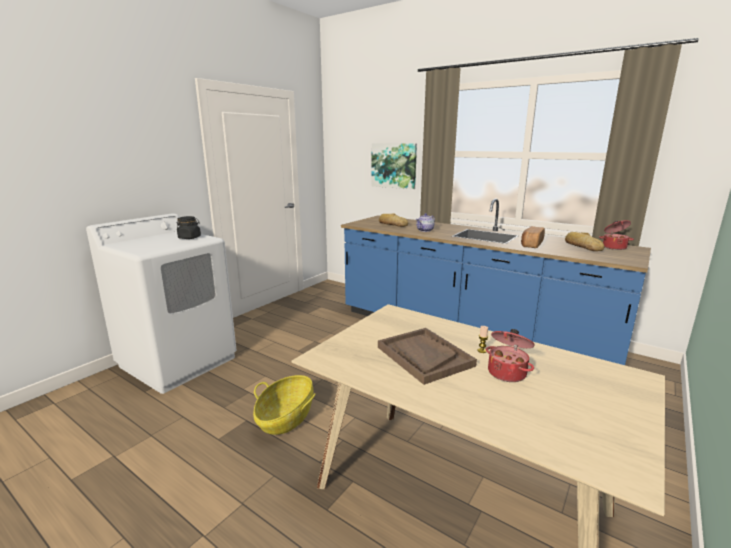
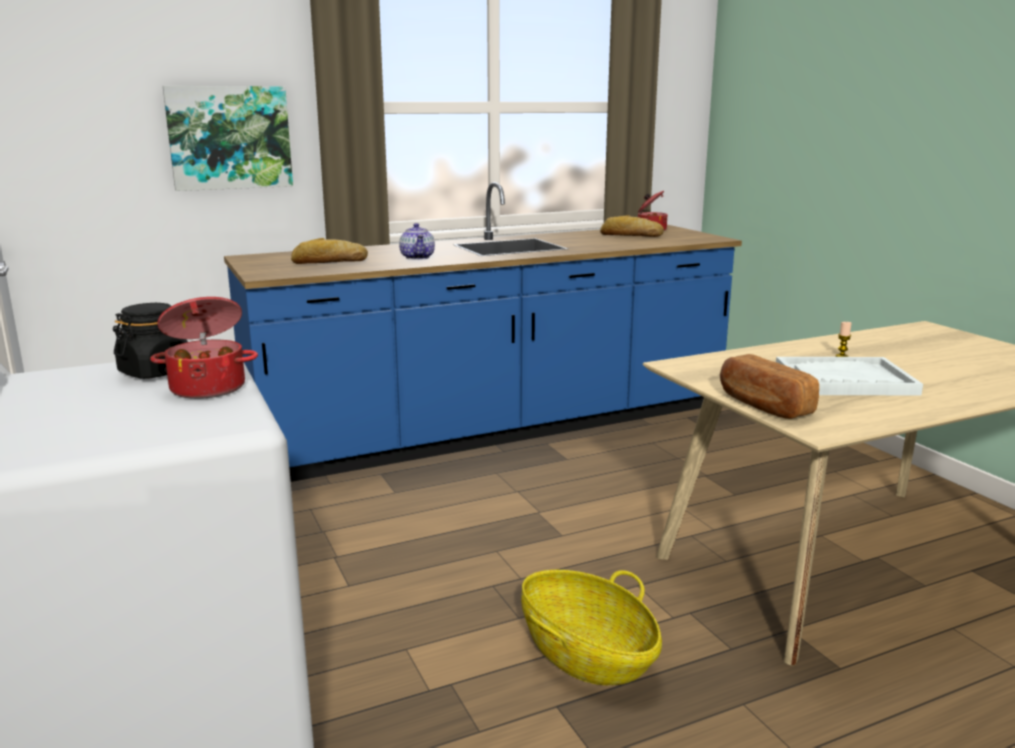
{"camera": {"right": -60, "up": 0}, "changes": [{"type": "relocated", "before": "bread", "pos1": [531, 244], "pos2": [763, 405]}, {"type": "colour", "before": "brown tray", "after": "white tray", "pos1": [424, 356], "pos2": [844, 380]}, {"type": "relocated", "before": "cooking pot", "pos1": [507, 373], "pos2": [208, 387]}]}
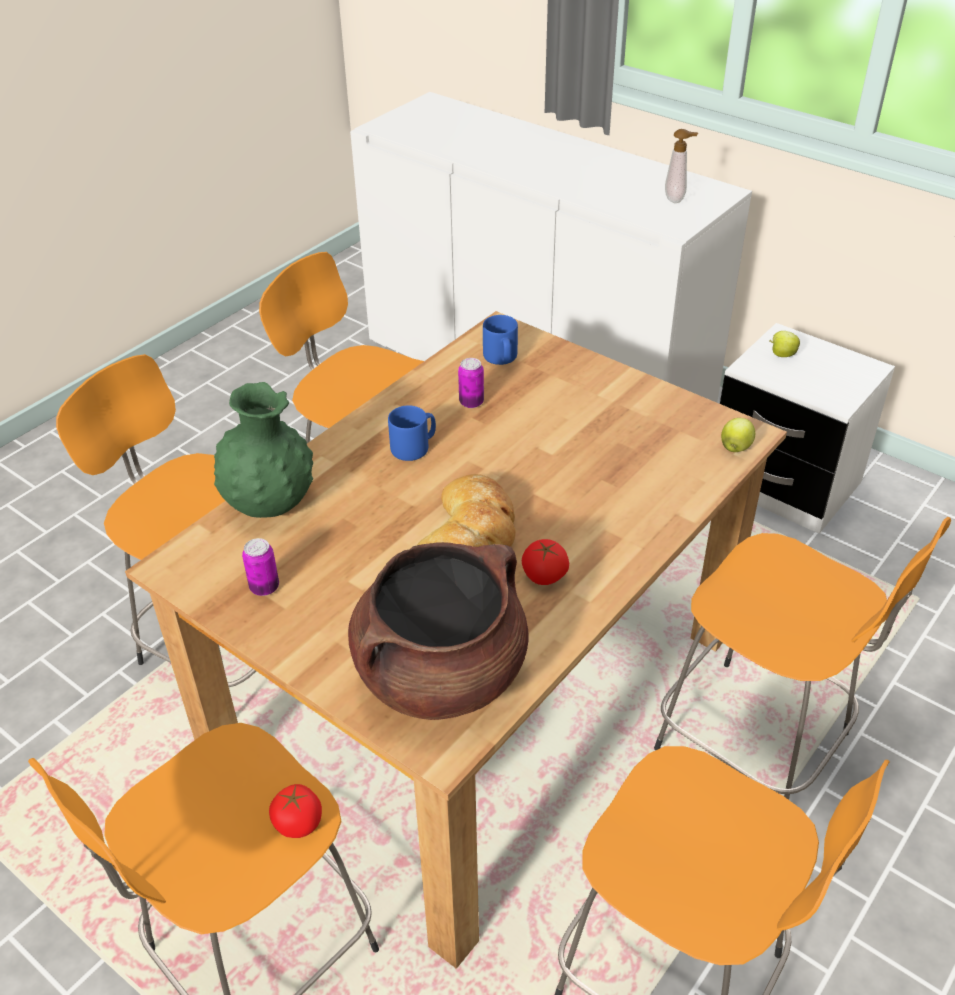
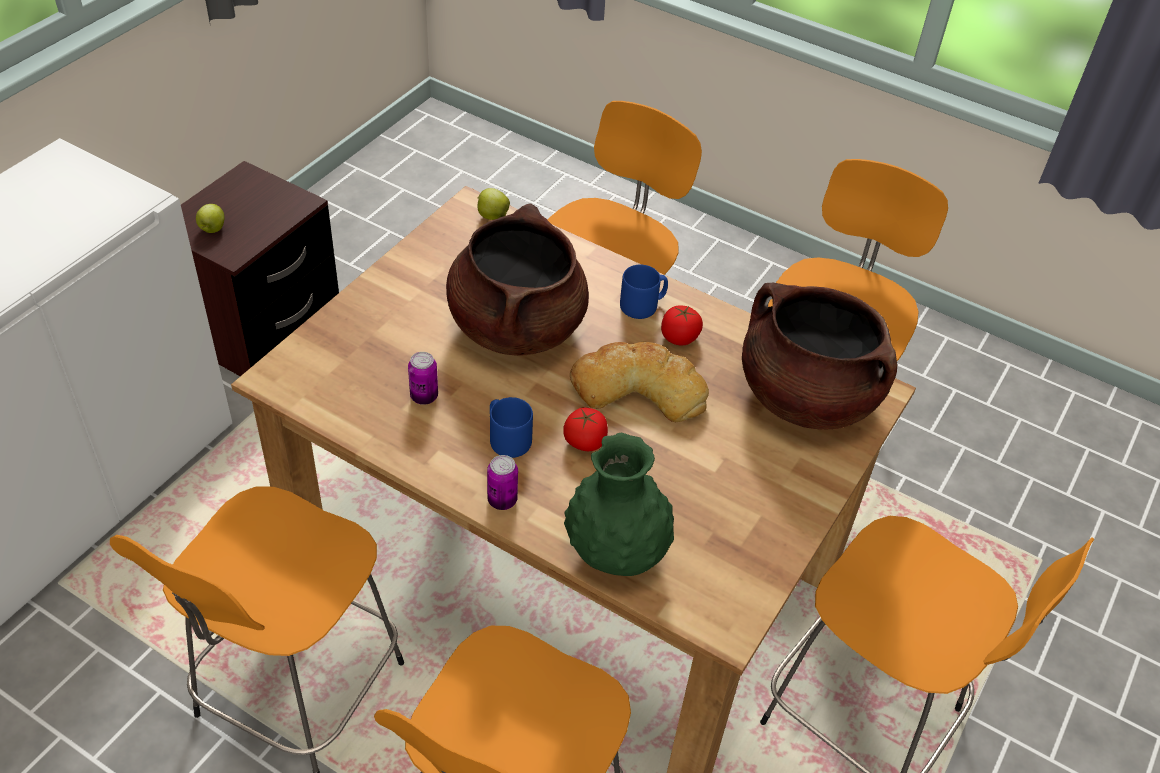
{"camera": {"right": -100, "up": 5}, "changes": [{"type": "missing", "before": "soap dispenser", "pos1": [676, 199]}, {"type": "relocated", "before": "blue mug", "pos1": [501, 358], "pos2": [643, 306]}, {"type": "colour", "before": "white nightstand", "after": "brown nightstand", "pos1": [784, 483], "pos2": [260, 327]}, {"type": "relocated", "before": "can", "pos1": [264, 587], "pos2": [502, 500]}, {"type": "relocated", "before": "tomato", "pos1": [298, 823], "pos2": [585, 441]}, {"type": "appeared", "after": "brown cooking pot", "pos2": [516, 326]}]}
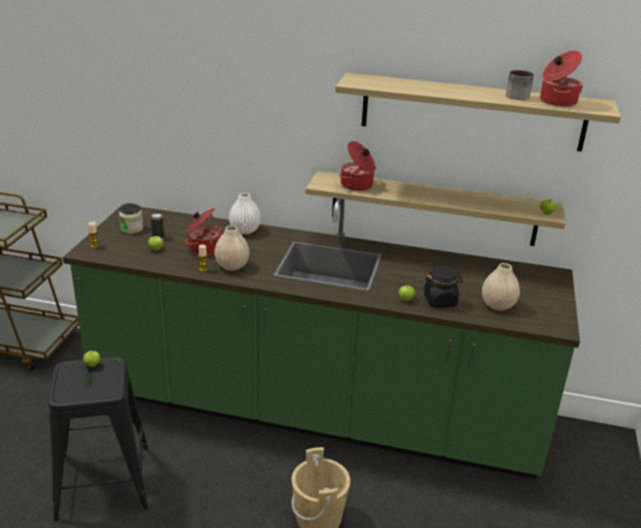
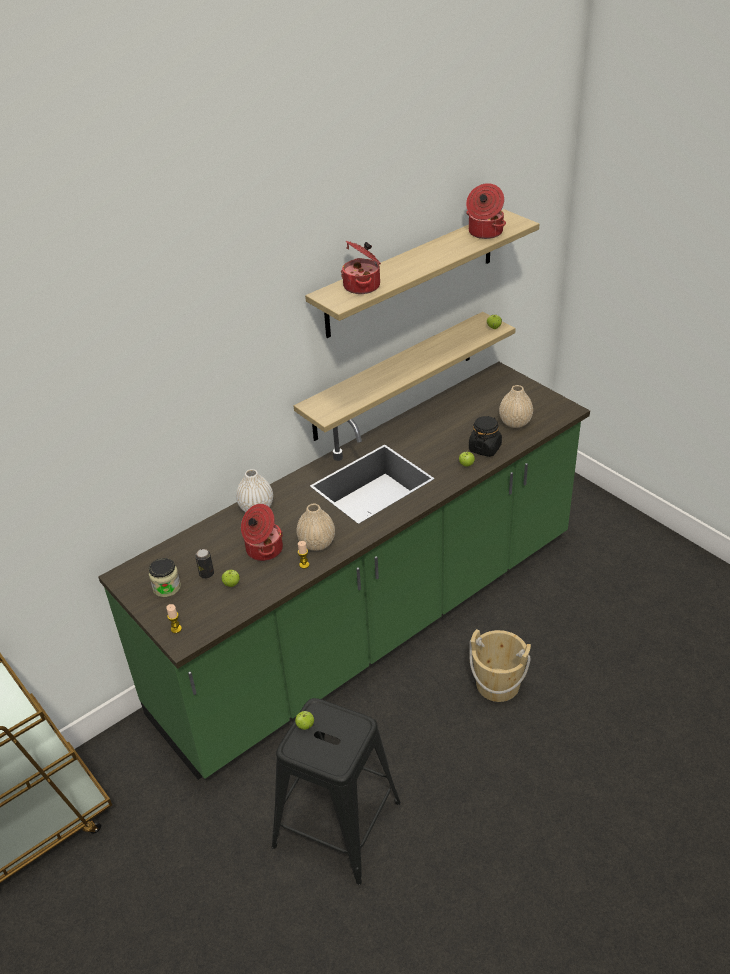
{"camera": {"right": -50, "up": 10}, "changes": [{"type": "missing", "before": "mug", "pos1": [514, 95]}, {"type": "relocated", "before": "cooking pot", "pos1": [357, 185], "pos2": [363, 286]}]}
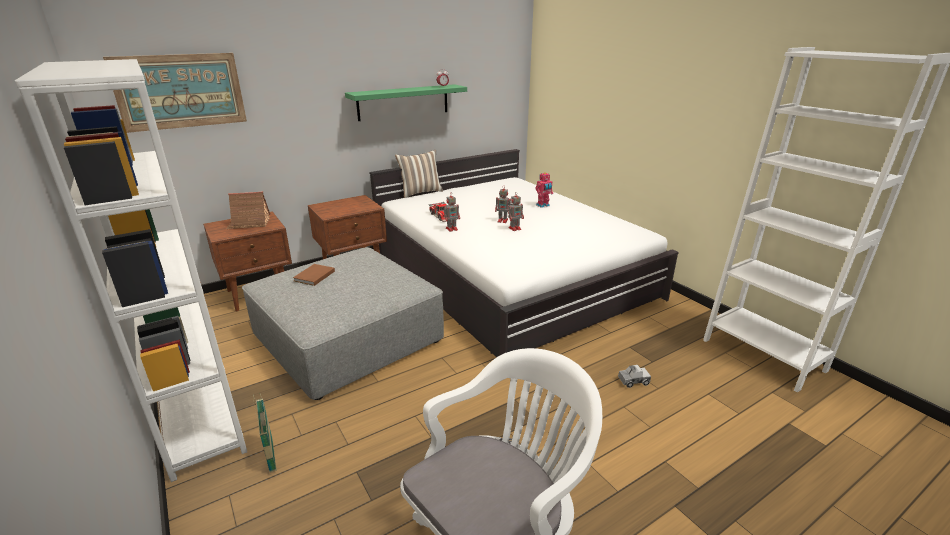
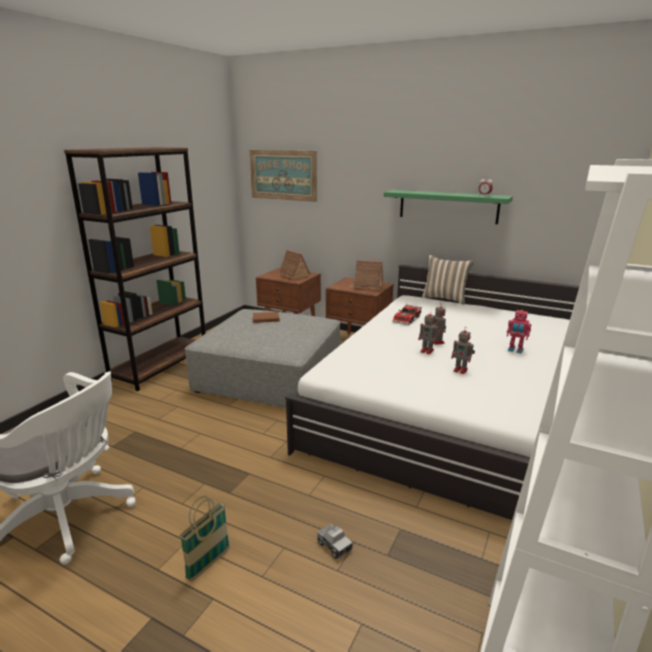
{"camera": {"right": 60, "up": -5}, "changes": [{"type": "colour", "before": "white bookcase", "after": "brown bookcase", "pos1": [199, 415], "pos2": [161, 365]}, {"type": "relocated", "before": "toy robot", "pos1": [452, 229], "pos2": [461, 370]}, {"type": "relocated", "before": "basket", "pos1": [271, 456], "pos2": [208, 564]}, {"type": "appeared", "after": "toy house", "pos2": [366, 286]}]}
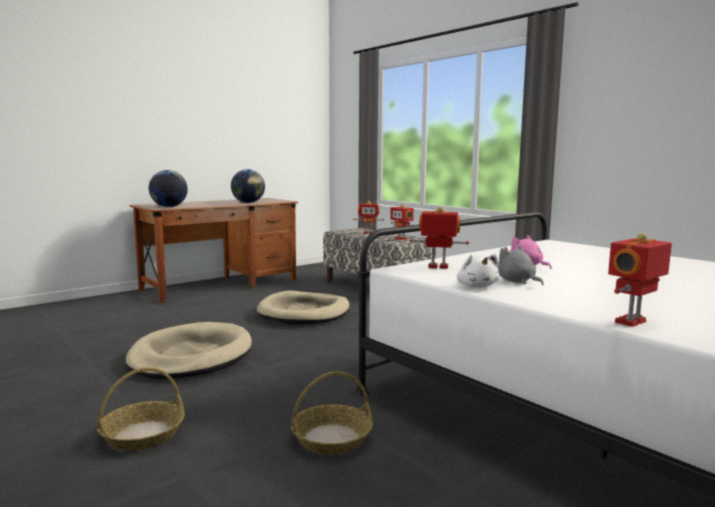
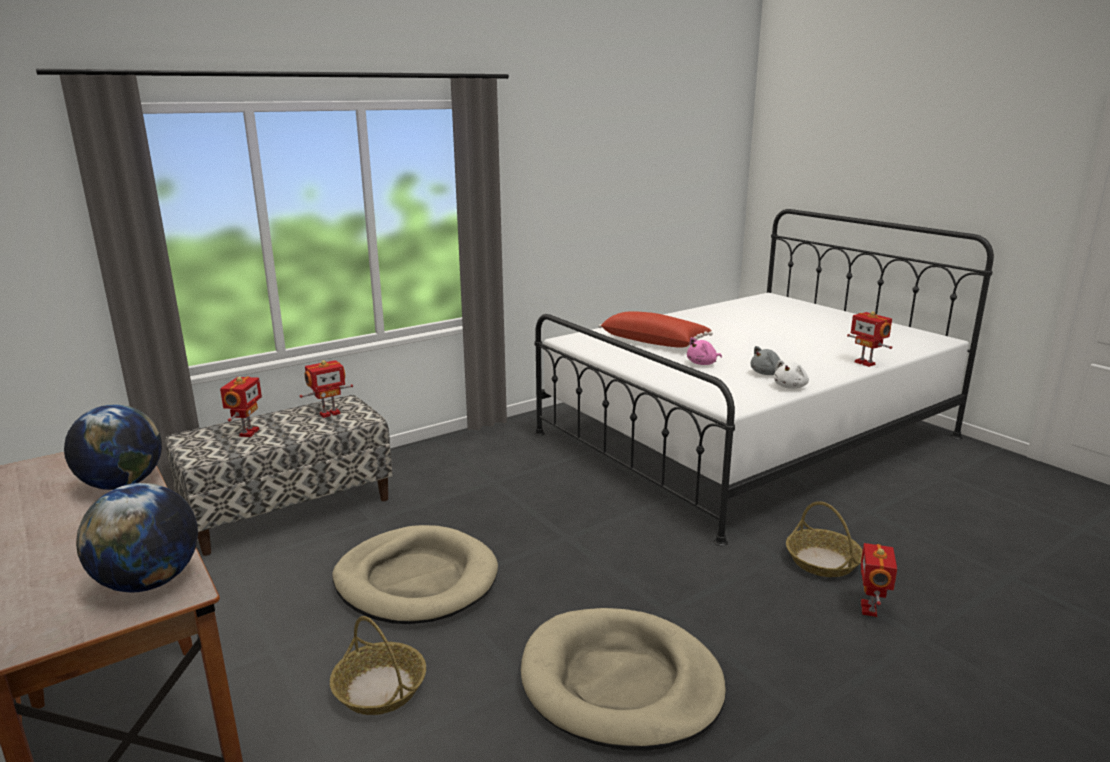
{"camera": {"right": -85, "up": 10}, "changes": [{"type": "relocated", "before": "toy robot", "pos1": [438, 267], "pos2": [870, 609]}, {"type": "spun", "before": "white plush toy", "pos1": [476, 286], "pos2": [790, 387], "turn": 135}, {"type": "relocated", "before": "basket", "pos1": [143, 434], "pos2": [379, 688]}, {"type": "appeared", "after": "red pillow", "pos2": [654, 342]}]}
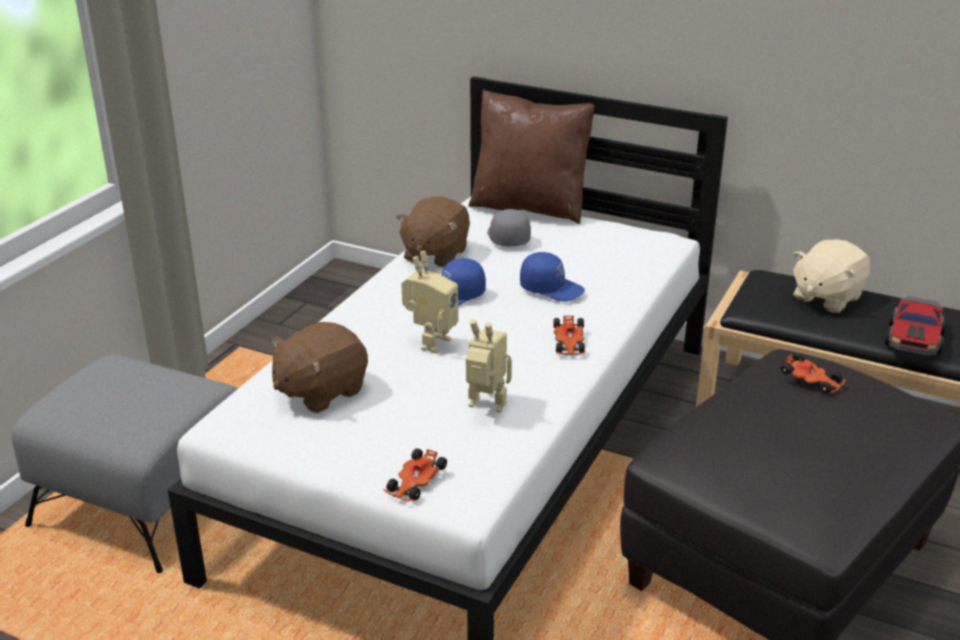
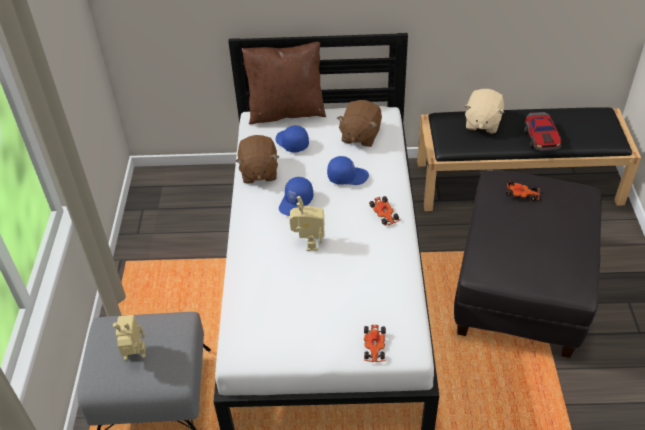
{"camera": {"right": -25, "up": 15}, "changes": [{"type": "colour", "before": "grey cap", "after": "blue cap", "pos1": [507, 237], "pos2": [291, 143]}, {"type": "relocated", "before": "toy robot", "pos1": [485, 407], "pos2": [135, 357]}, {"type": "relocated", "before": "brown plush toy", "pos1": [320, 391], "pos2": [360, 136]}]}
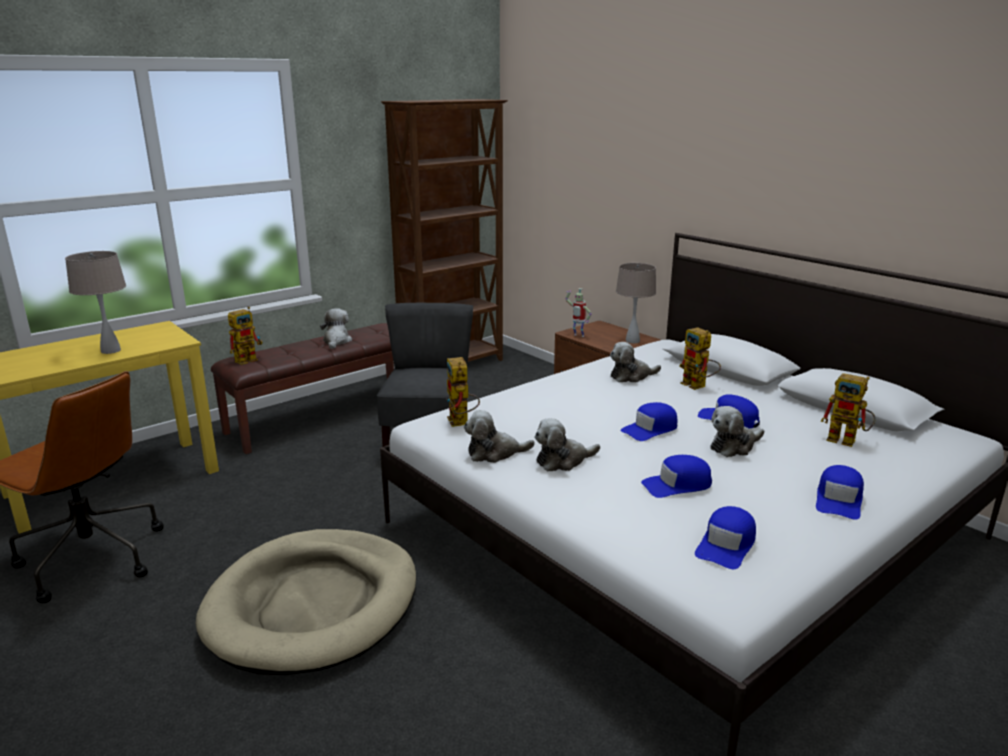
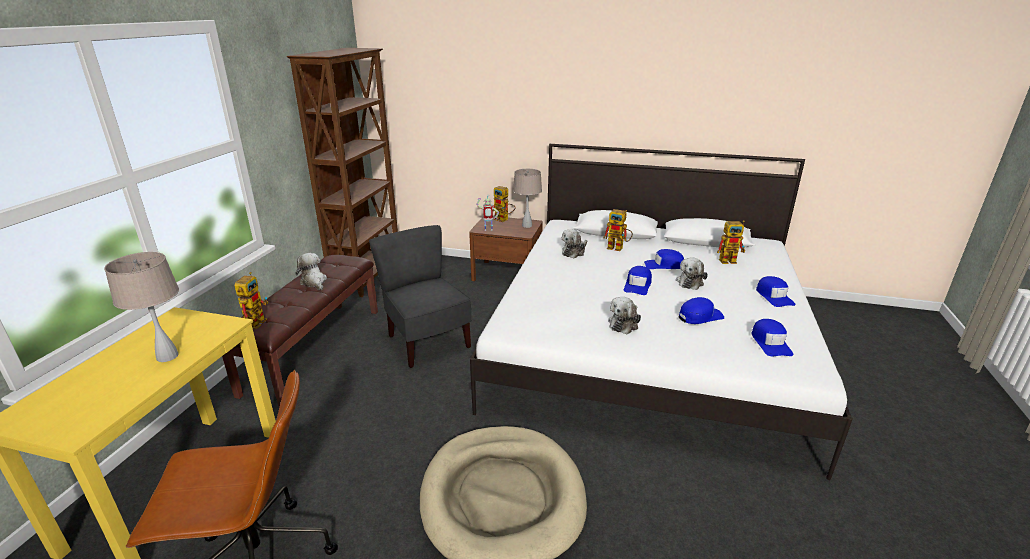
{"camera": {"right": -35, "up": 5}, "changes": [{"type": "relocated", "before": "toy robot", "pos1": [461, 423], "pos2": [504, 220]}, {"type": "missing", "before": "plush toy", "pos1": [494, 453]}, {"type": "spun", "before": "blue cap", "pos1": [677, 485], "pos2": [700, 316], "turn": -150}]}
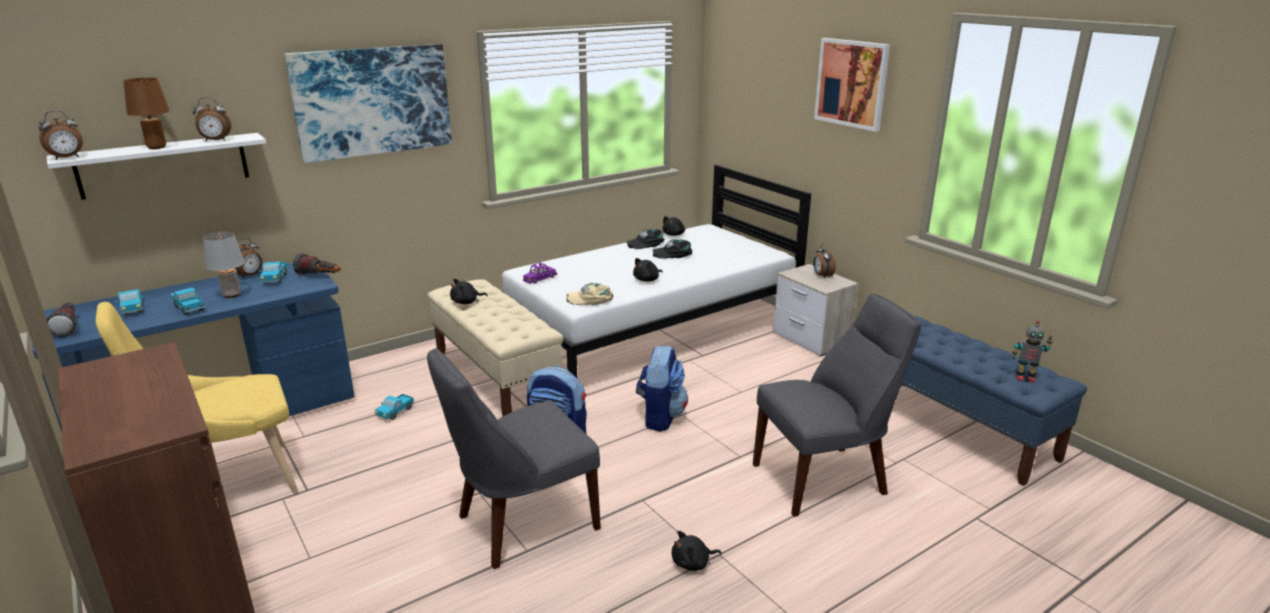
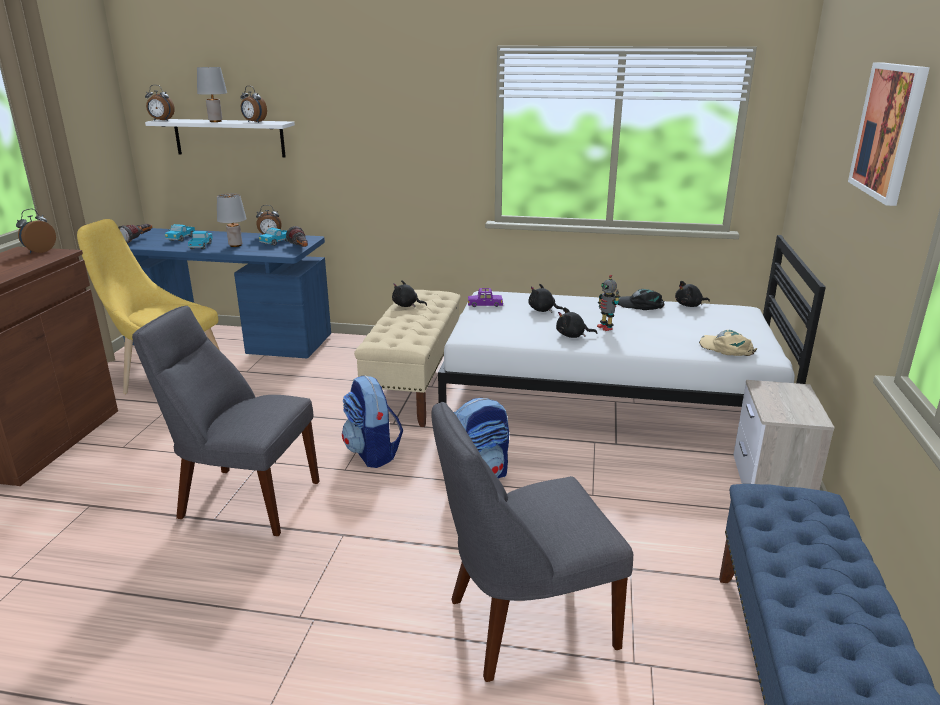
{"camera": {"right": 45, "up": 0}, "changes": [{"type": "missing", "before": "picture", "pos1": [372, 101]}, {"type": "colour", "before": "brown table lamp", "after": "grey table lamp", "pos1": [156, 147], "pos2": [215, 121]}, {"type": "missing", "before": "black cap", "pos1": [673, 254]}, {"type": "relocated", "before": "alarm clock", "pos1": [822, 276], "pos2": [39, 251]}, {"type": "relocated", "before": "beige cap", "pos1": [590, 299], "pos2": [726, 348]}, {"type": "spun", "before": "grey chair", "pos1": [824, 478], "pos2": [524, 624], "turn": 135}, {"type": "relocated", "before": "toy robot", "pos1": [1025, 378], "pos2": [605, 328]}, {"type": "missing", "before": "toy truck", "pos1": [395, 413]}, {"type": "relocated", "before": "black plush toy", "pos1": [693, 563], "pos2": [543, 310]}]}
